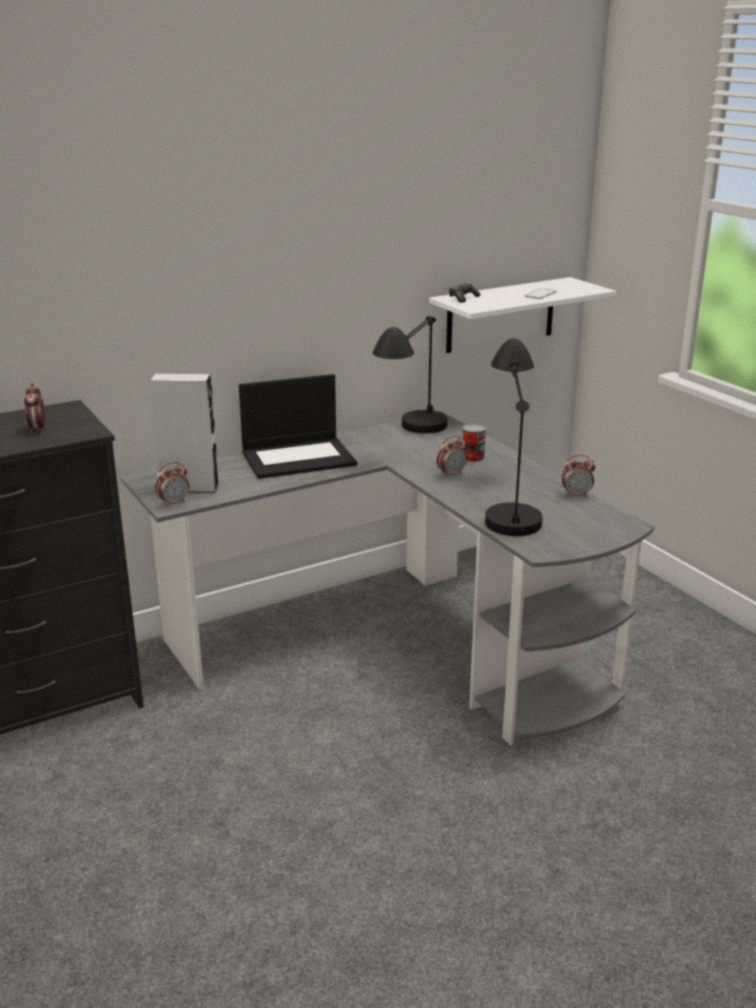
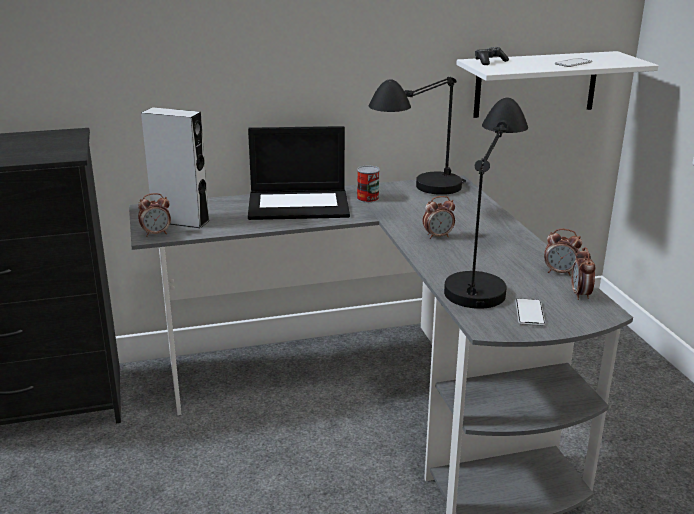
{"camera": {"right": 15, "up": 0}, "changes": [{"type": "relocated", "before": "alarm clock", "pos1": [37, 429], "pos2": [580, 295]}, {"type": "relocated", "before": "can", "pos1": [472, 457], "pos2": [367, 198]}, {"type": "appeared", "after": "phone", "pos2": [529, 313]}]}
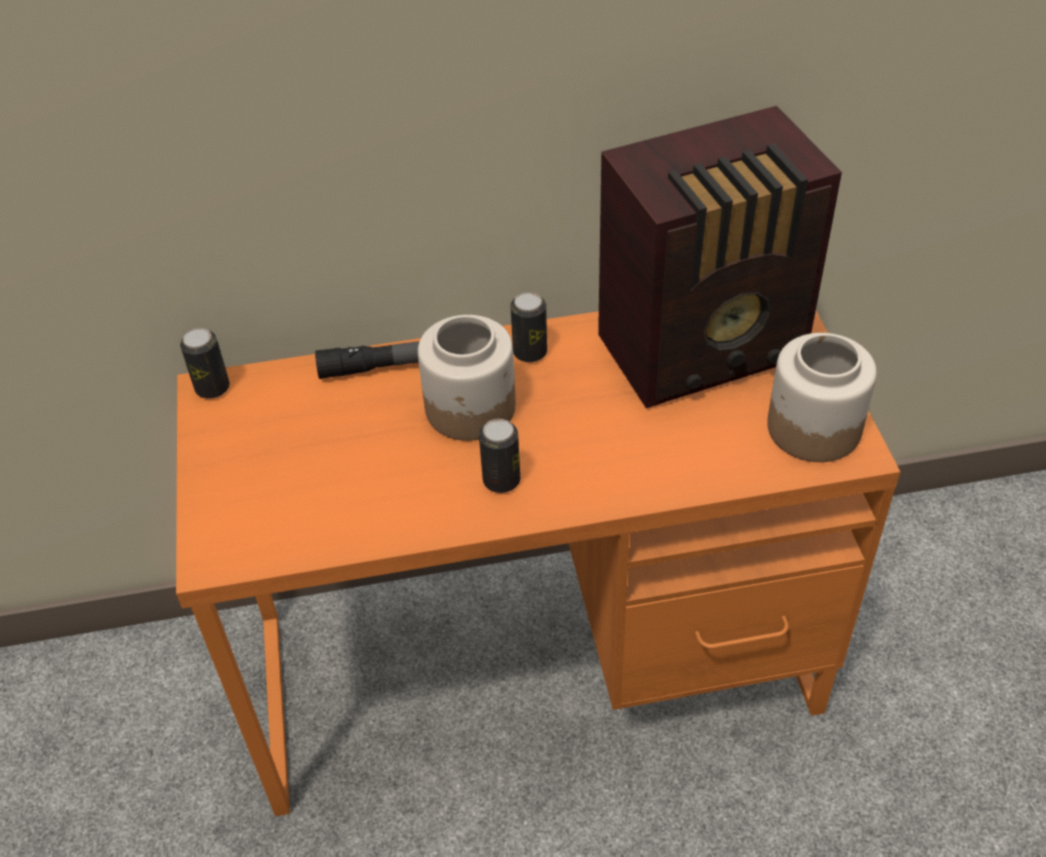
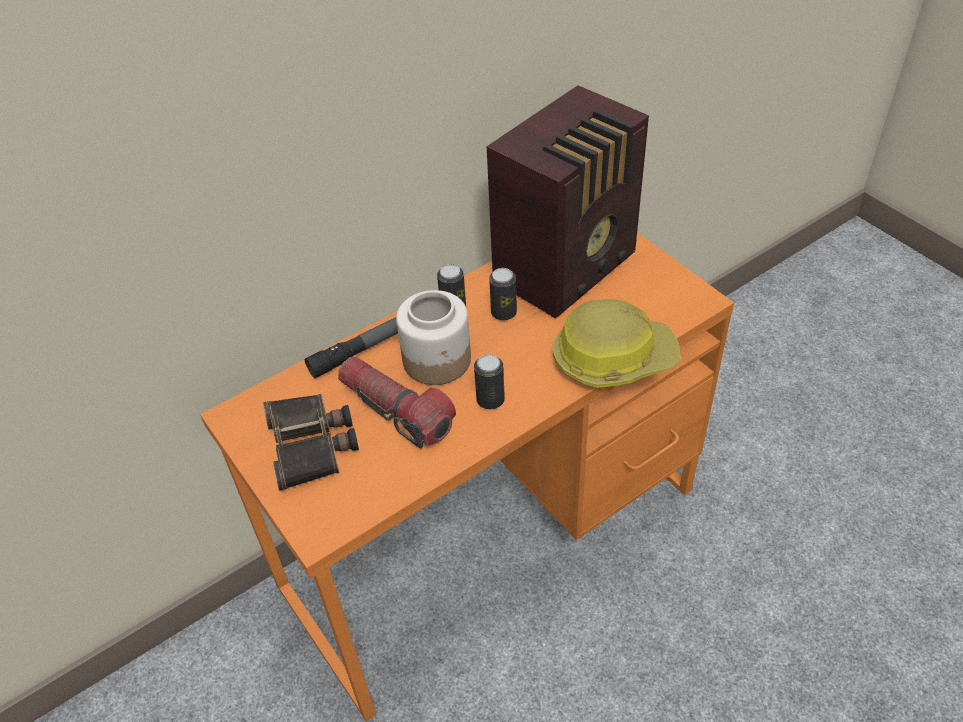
{"camera": {"right": -25, "up": 0}, "changes": [{"type": "relocated", "before": "can", "pos1": [212, 388], "pos2": [503, 312]}, {"type": "missing", "before": "jar", "pos1": [813, 427]}, {"type": "appeared", "after": "hard hat", "pos2": [613, 358]}, {"type": "appeared", "after": "flashlight", "pos2": [396, 410]}, {"type": "appeared", "after": "binoculars", "pos2": [312, 445]}]}
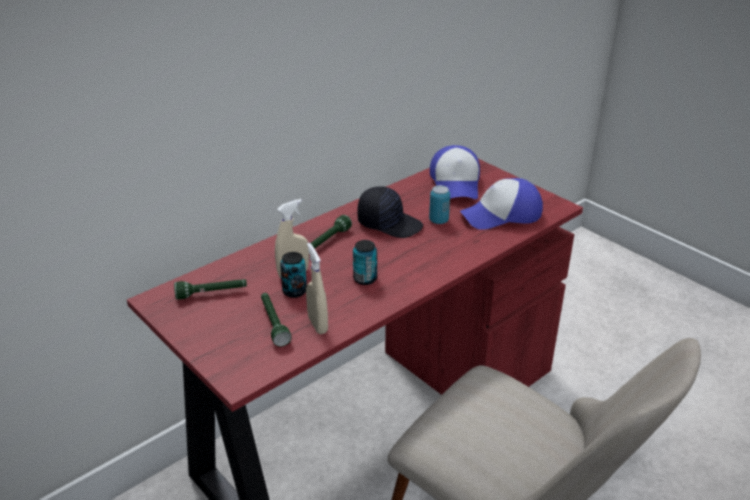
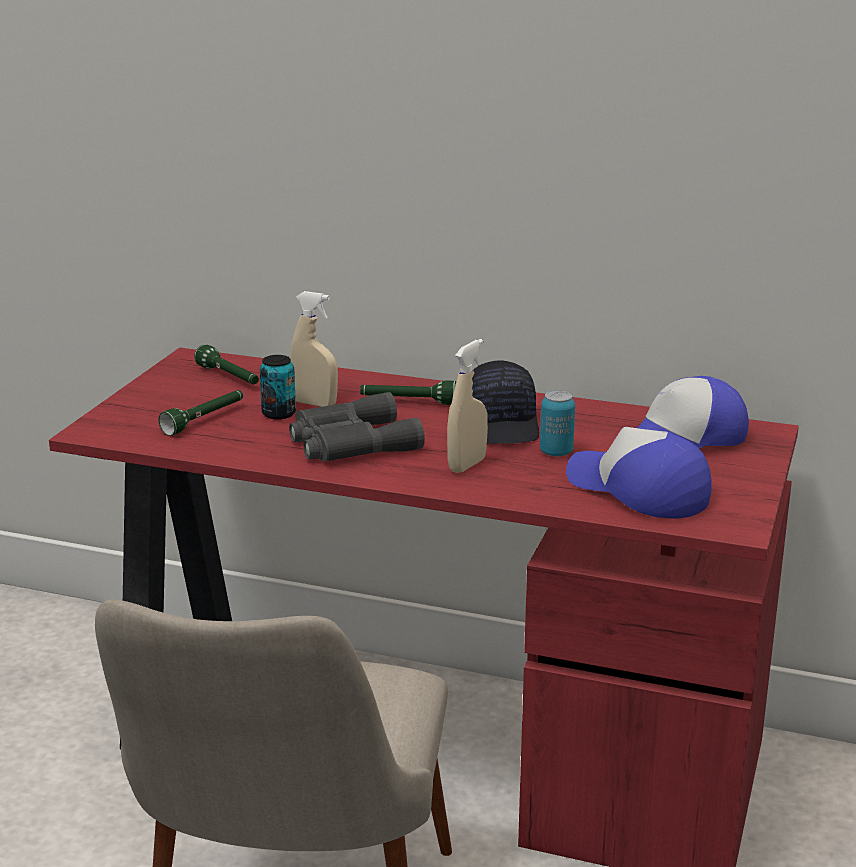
{"camera": {"right": 60, "up": -10}, "changes": [{"type": "exchanged", "before": "can", "after": "grey binoculars", "pos1": [365, 279], "pos2": [350, 443]}, {"type": "relocated", "before": "beige spray bottle", "pos1": [317, 325], "pos2": [467, 465]}]}
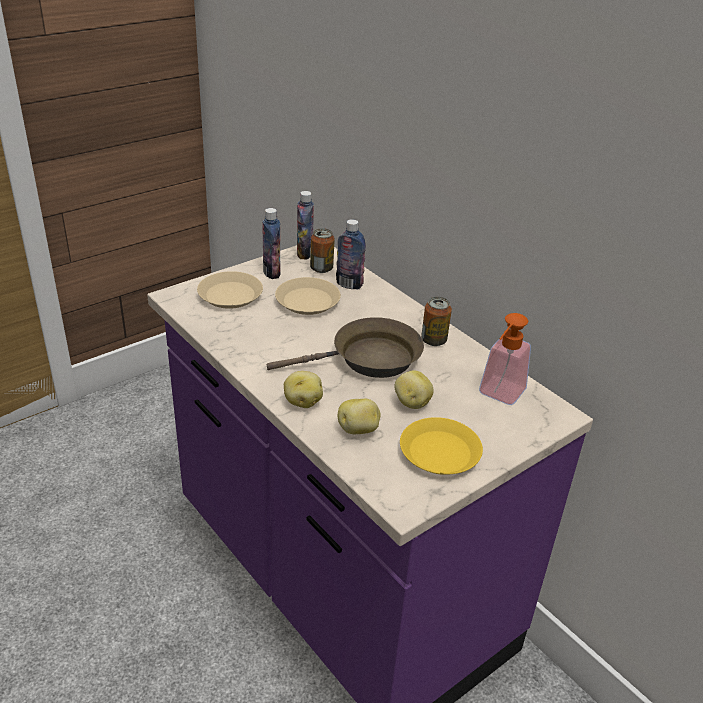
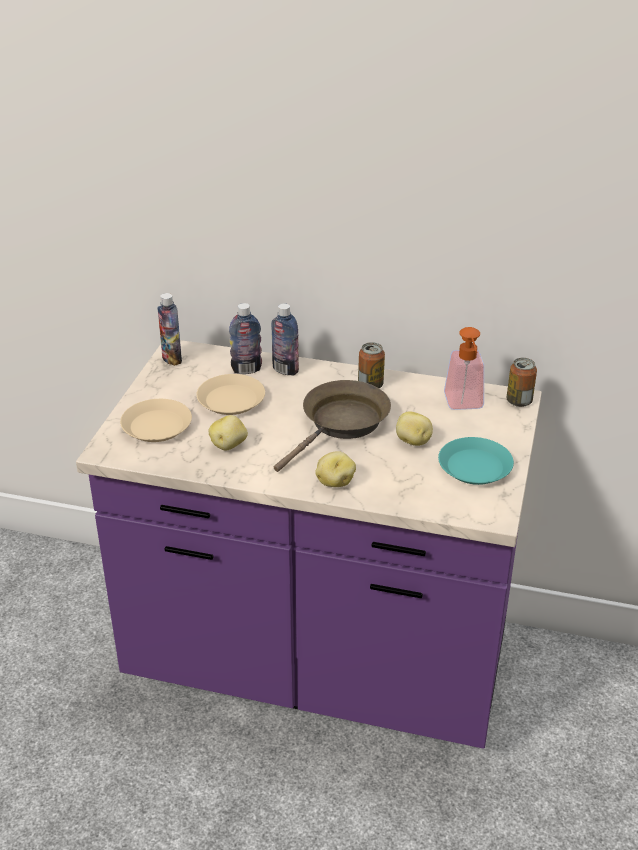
{"camera": {"right": -35, "up": 0}, "changes": [{"type": "relocated", "before": "bottle", "pos1": [271, 272], "pos2": [285, 370]}, {"type": "relocated", "before": "can", "pos1": [321, 268], "pos2": [519, 401]}, {"type": "relocated", "before": "potato", "pos1": [359, 430], "pos2": [229, 445]}, {"type": "colour", "before": "yellow plate", "after": "turquoise plate", "pos1": [439, 452], "pos2": [474, 467]}]}
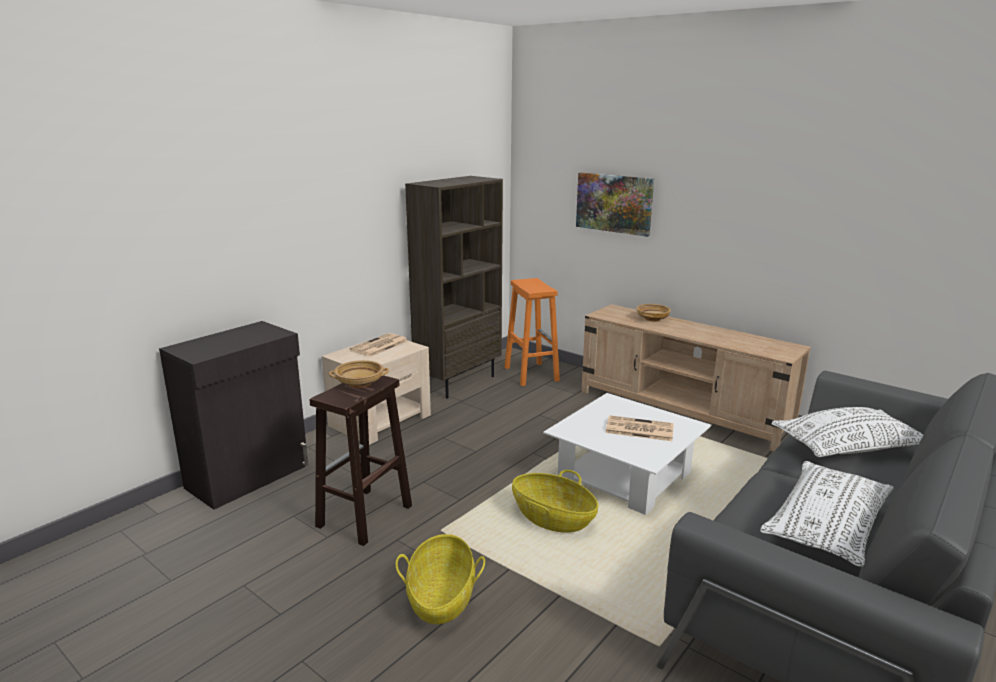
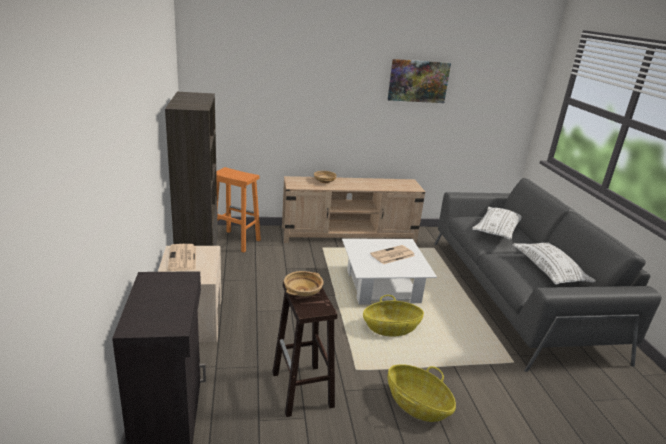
{"camera": {"right": -50, "up": 5}, "changes": [{"type": "relocated", "before": "picture", "pos1": [614, 203], "pos2": [418, 81]}]}
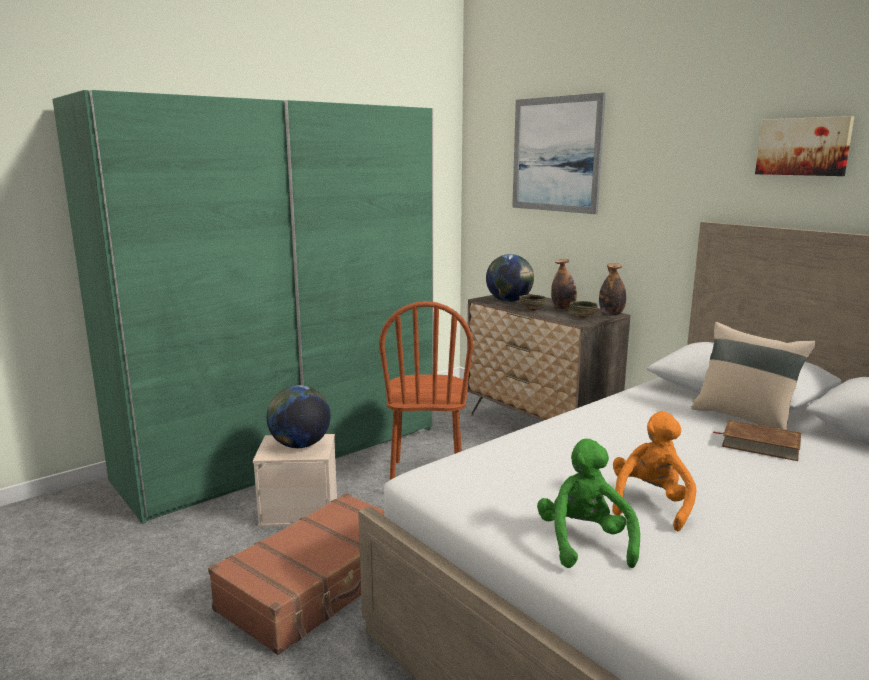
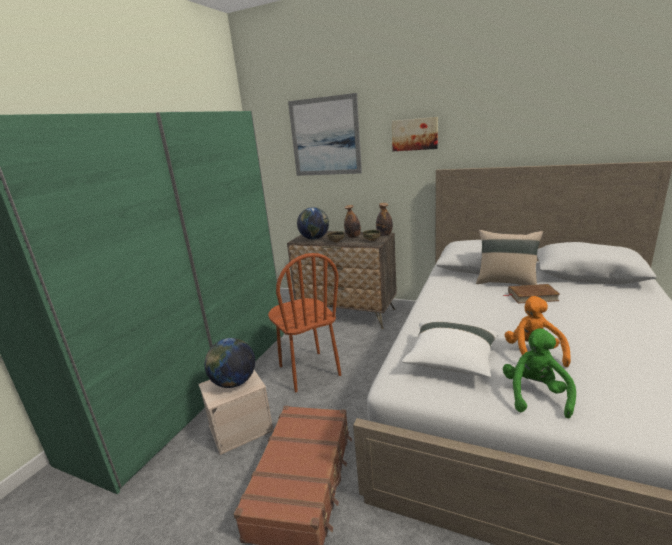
{"camera": {"right": -25, "up": 5}, "changes": [{"type": "relocated", "before": "picture", "pos1": [803, 146], "pos2": [414, 134]}, {"type": "spun", "before": "green plush toy", "pos1": [584, 542], "pos2": [535, 395], "turn": 45}, {"type": "appeared", "after": "white pillow", "pos2": [451, 361]}]}
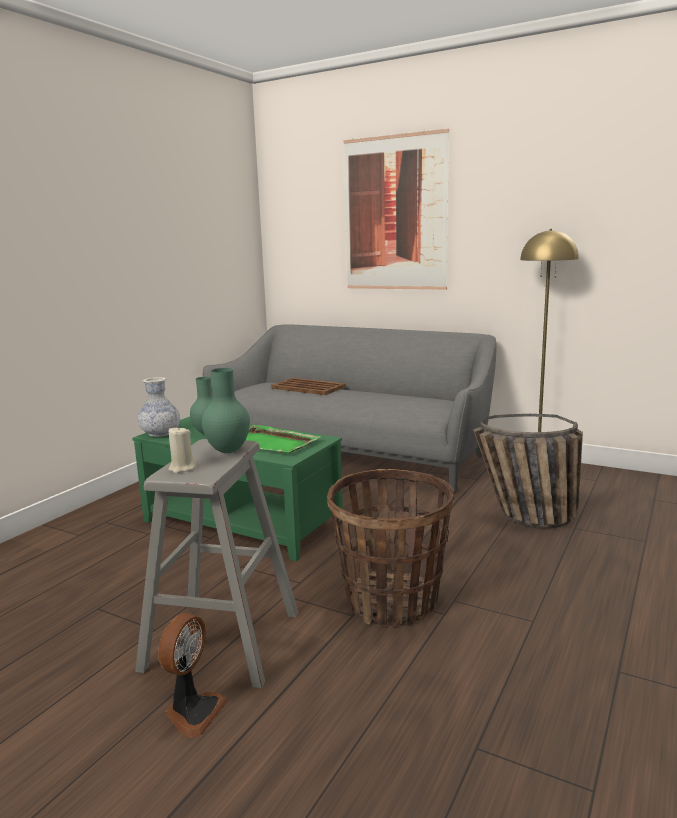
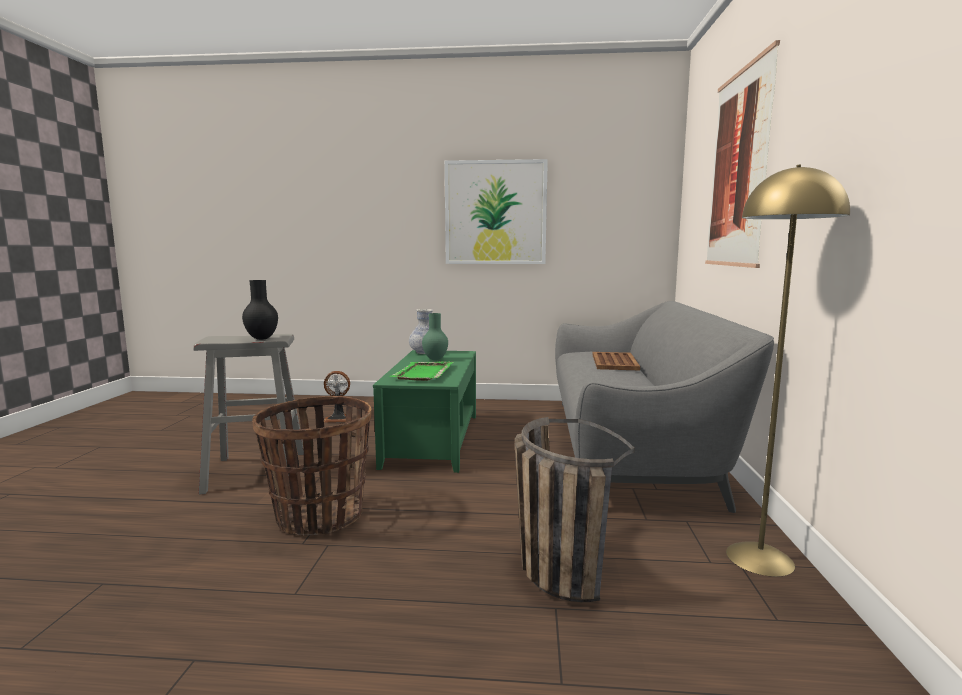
{"camera": {"right": 65, "up": -5}, "changes": [{"type": "colour", "before": "green vase", "after": "black vase", "pos1": [229, 451], "pos2": [261, 339]}, {"type": "missing", "before": "beige candle", "pos1": [182, 468]}, {"type": "relocated", "before": "fan", "pos1": [193, 712], "pos2": [338, 418]}, {"type": "appeared", "after": "picture", "pos2": [495, 213]}]}
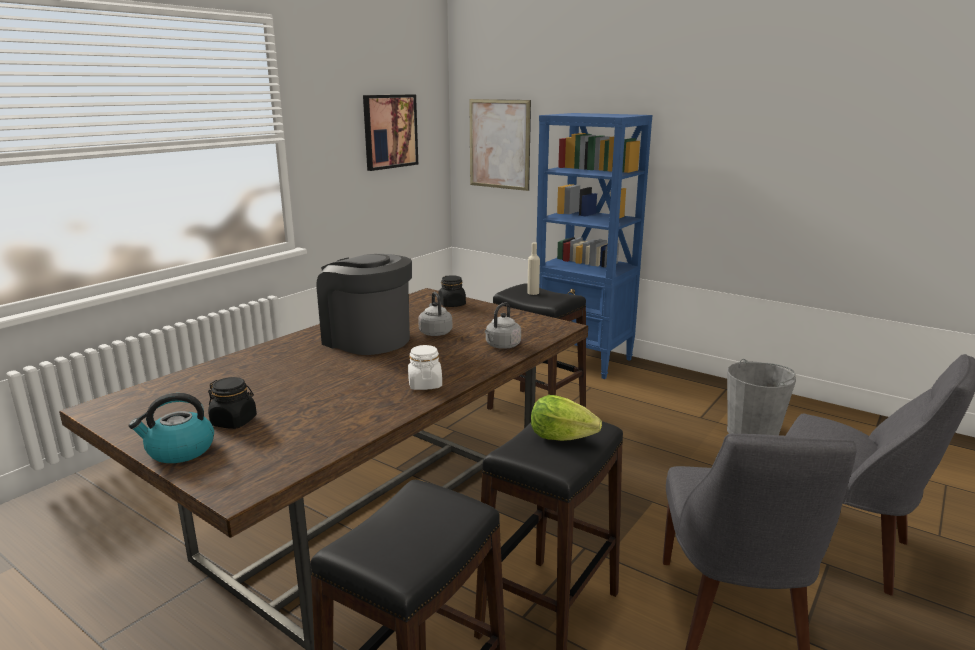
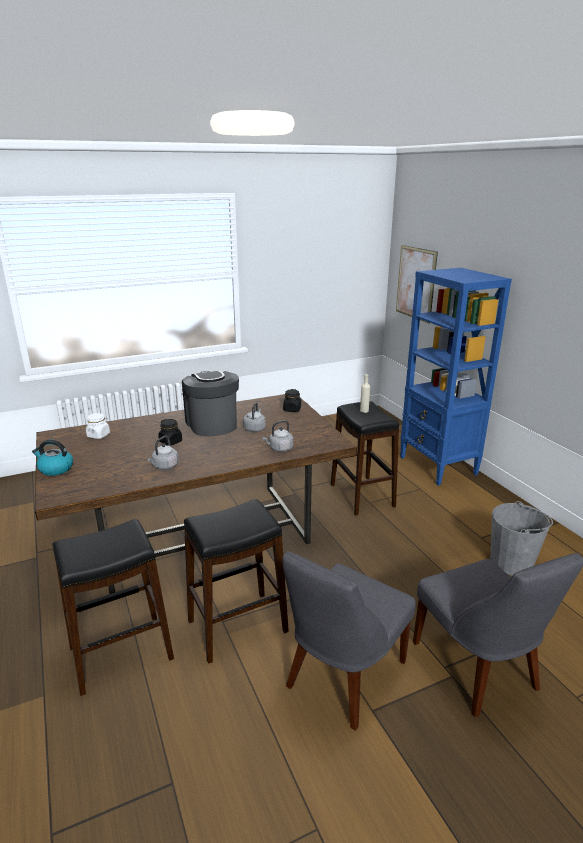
{"camera": {"right": 30, "up": 5}, "changes": [{"type": "missing", "before": "picture", "pos1": [390, 131]}, {"type": "relocated", "before": "white jar", "pos1": [425, 384], "pos2": [98, 435]}, {"type": "relocated", "before": "black jar", "pos1": [234, 421], "pos2": [170, 441]}, {"type": "missing", "before": "lettuce", "pos1": [561, 437]}, {"type": "appeared", "after": "grey kettle", "pos2": [164, 466]}]}
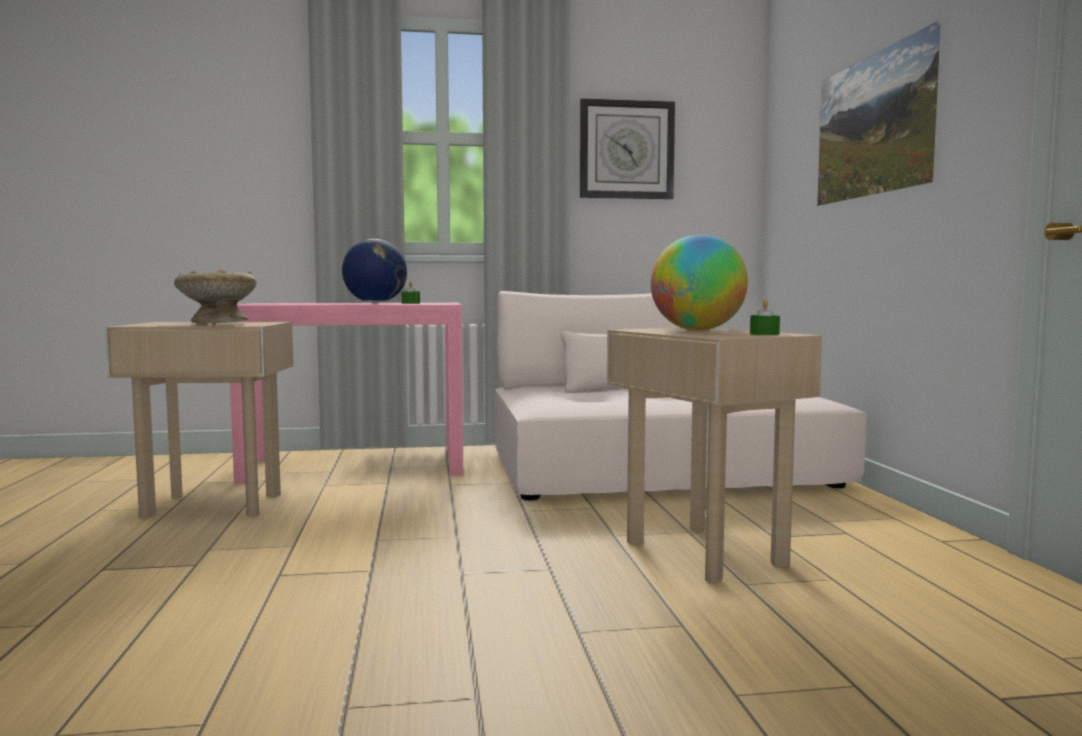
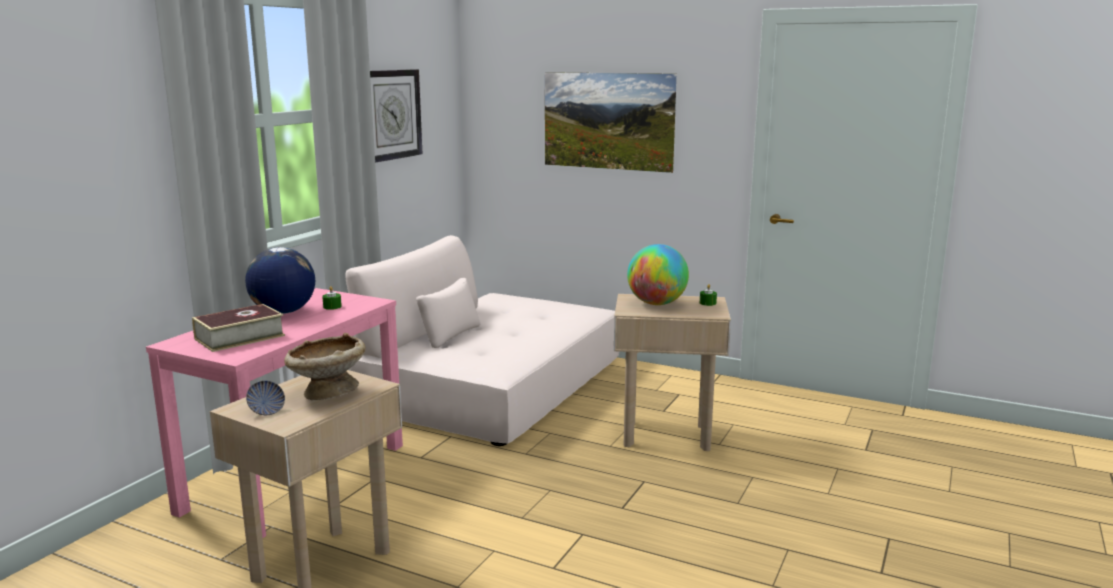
{"camera": {"right": -55, "up": 10}, "changes": [{"type": "appeared", "after": "book", "pos2": [239, 337]}, {"type": "appeared", "after": "bowl", "pos2": [266, 411]}]}
